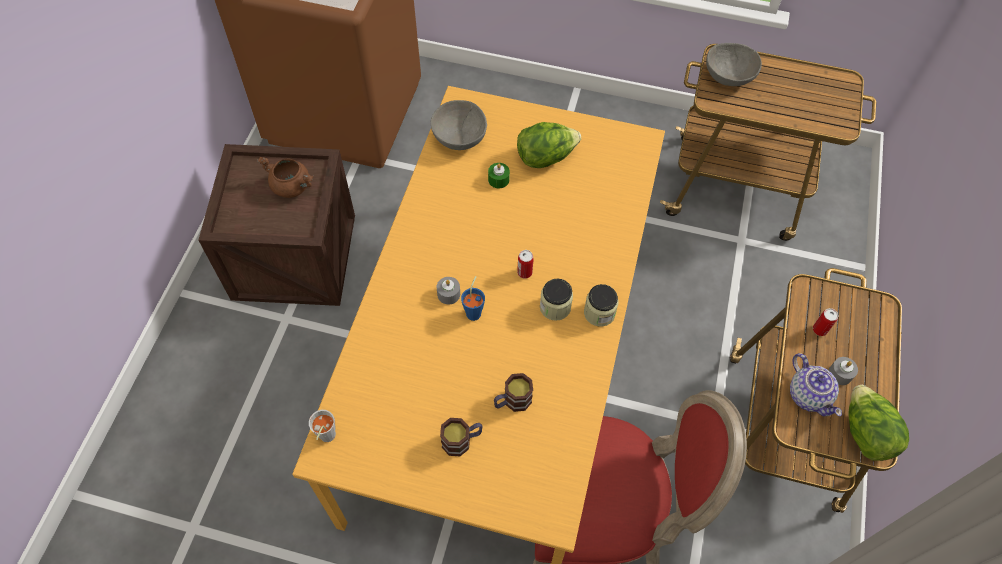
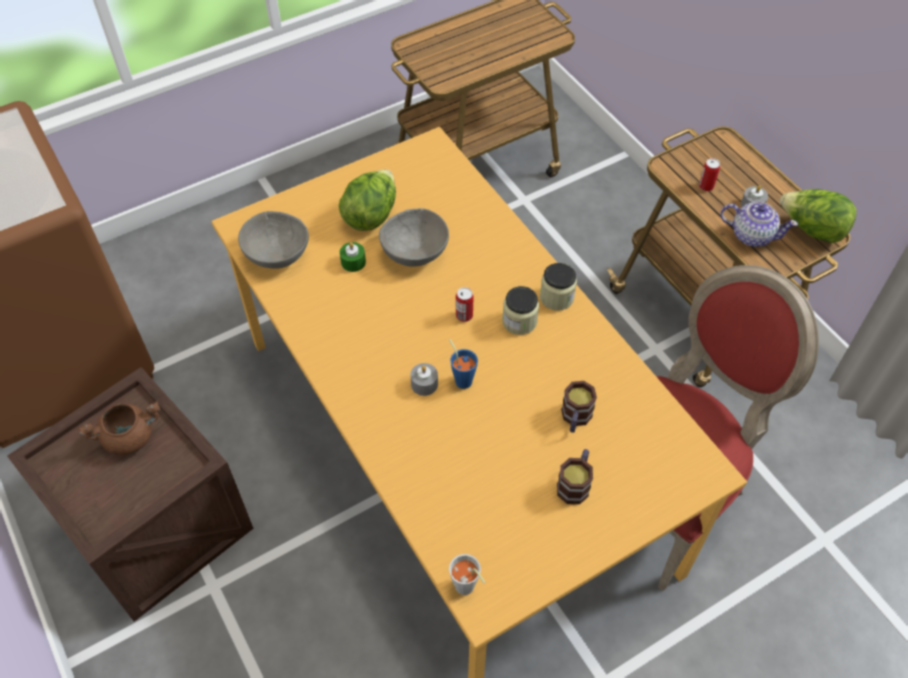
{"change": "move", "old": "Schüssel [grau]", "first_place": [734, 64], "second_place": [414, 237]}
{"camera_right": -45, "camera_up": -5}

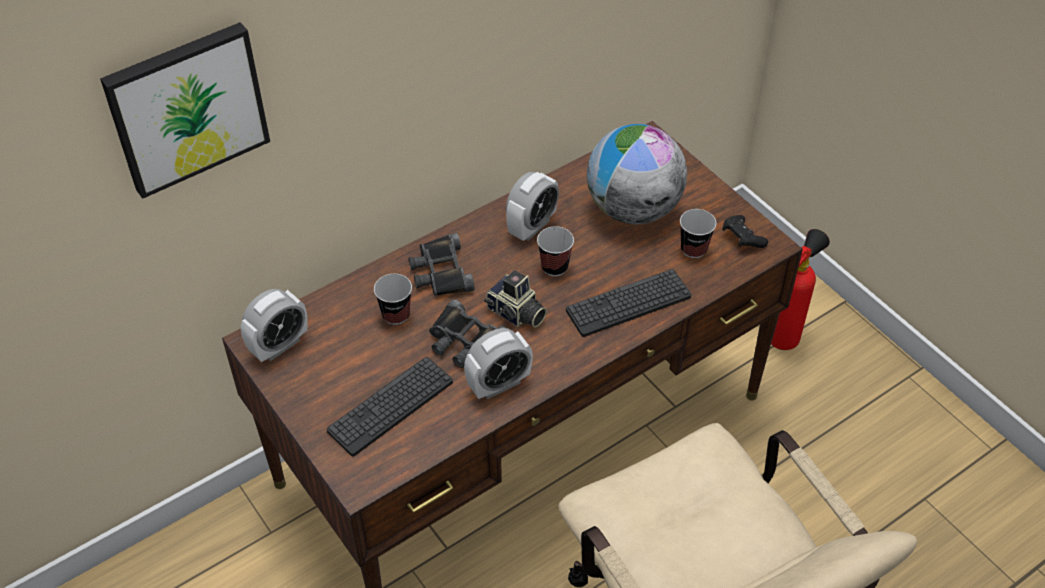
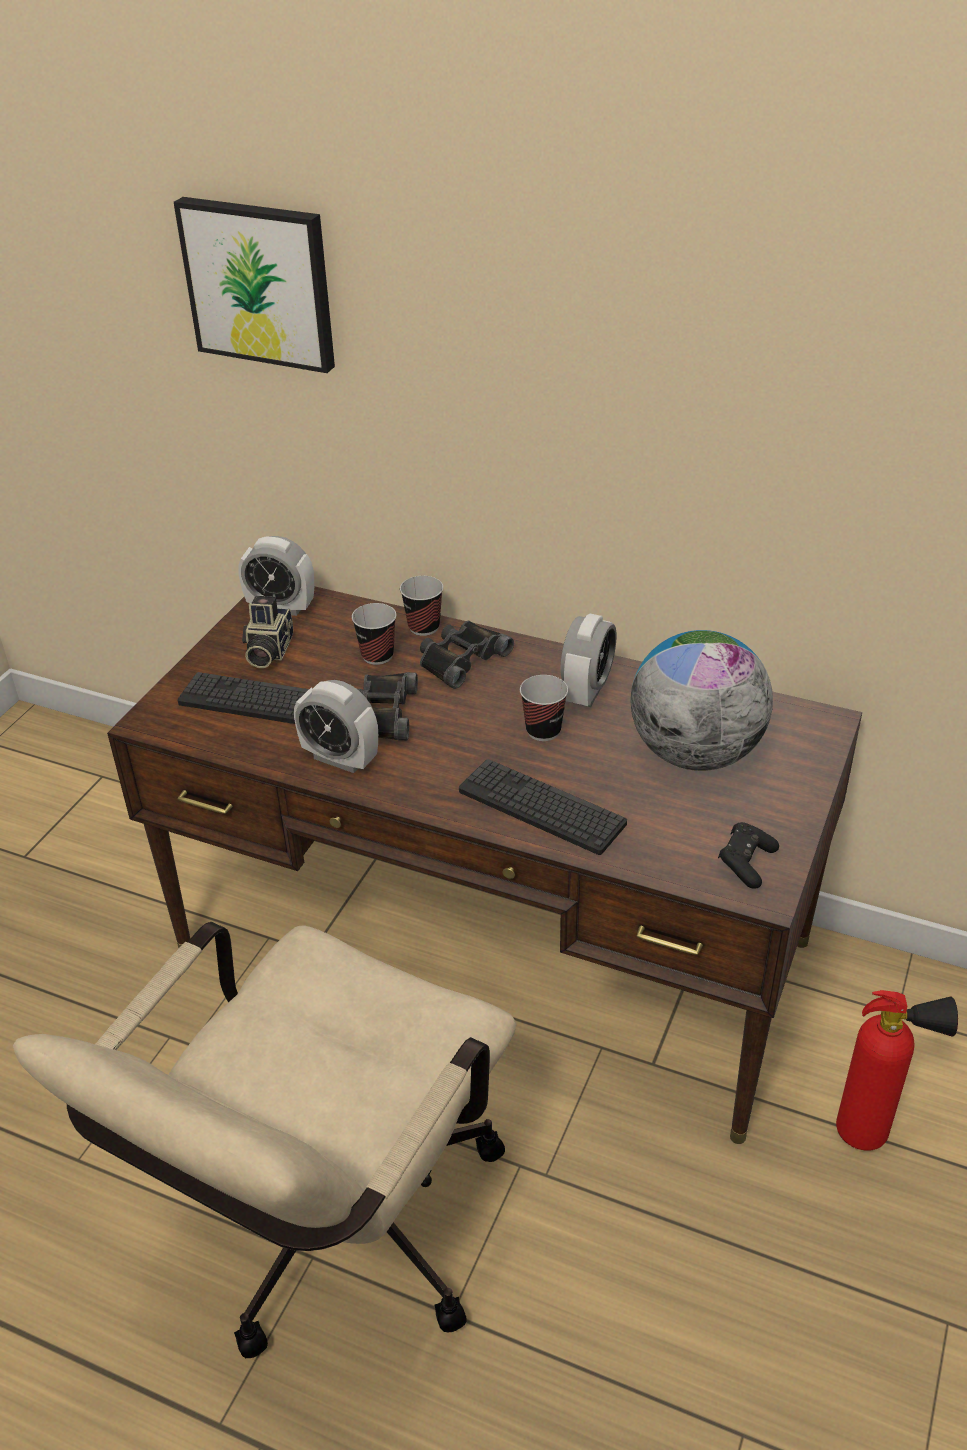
{"change": "move", "old": "Kamera", "first_place": [515, 299], "second_place": [267, 632]}
{"change": "move", "old": "Tasse", "first_place": [698, 233], "second_place": [421, 606]}
{"change": "rotate", "old": "Wecker", "first_place": [532, 206], "second_place": [588, 660], "degrees": -75}
{"camera_right": 60, "camera_up": -10}

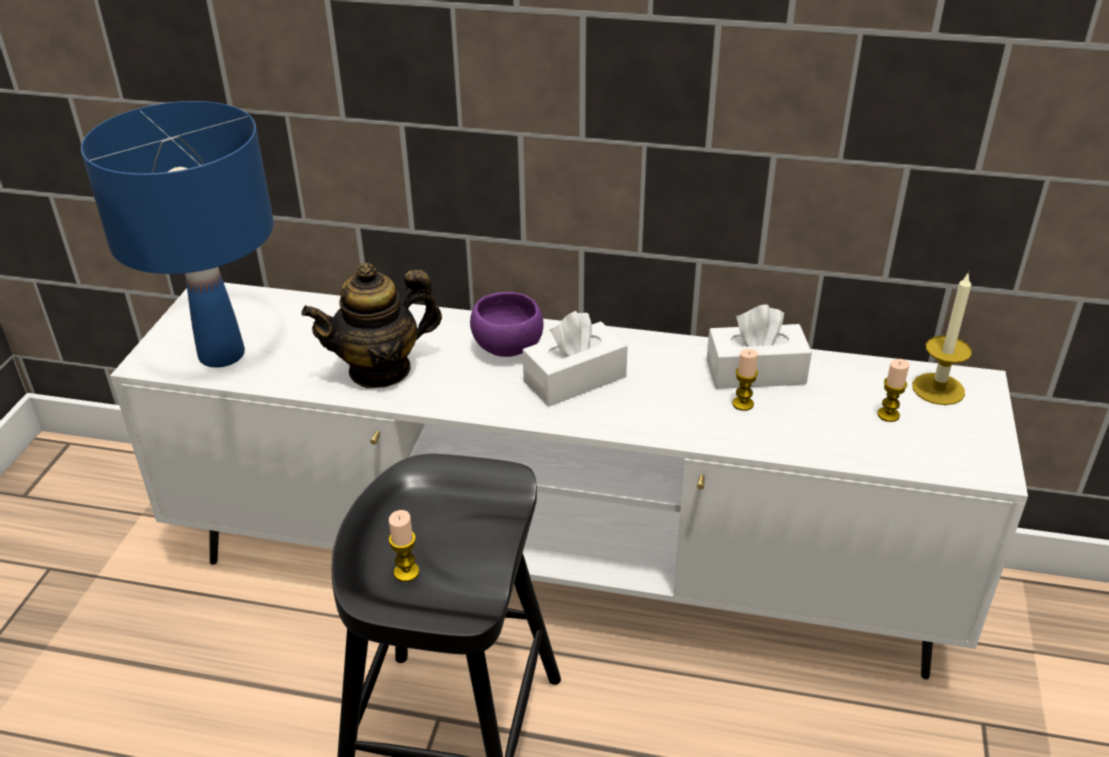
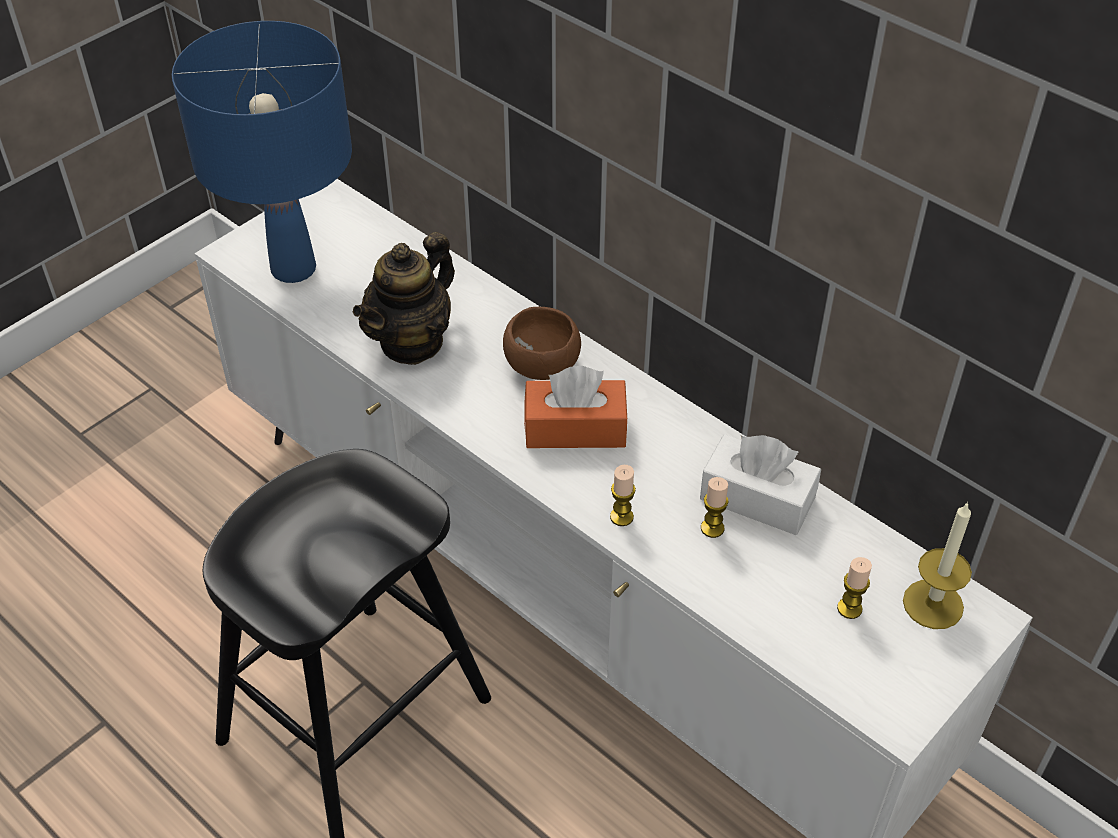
{"change": "rotate", "old": "Teekanne", "first_place": [371, 325], "second_place": [404, 298], "degrees": -60}
{"change": "recolor", "old": "Schüssel [lila]", "new": "Schüssel [braun]", "first_place": [506, 324], "second_place": [542, 343]}
{"change": "recolor", "old": "Taschentuchbox [weiß]", "new": "Taschentuchbox [orange]", "first_place": [575, 359], "second_place": [575, 407]}
{"change": "move", "old": "Kerze", "first_place": [404, 546], "second_place": [623, 495]}
{"camera_right": 30, "camera_up": 10}

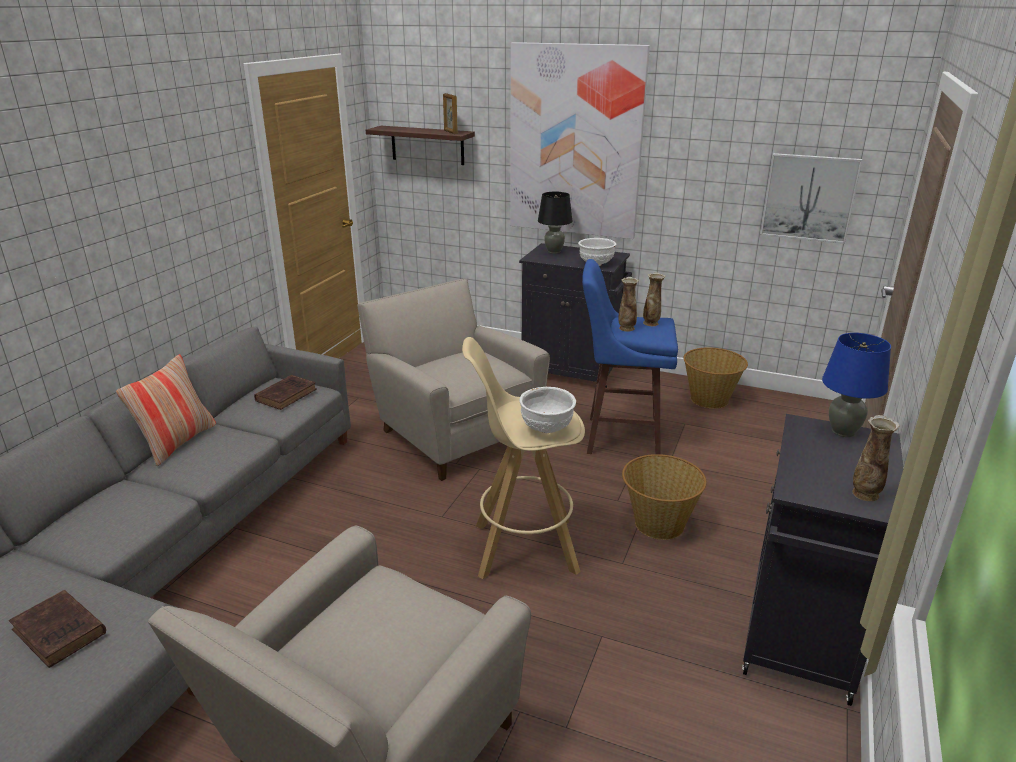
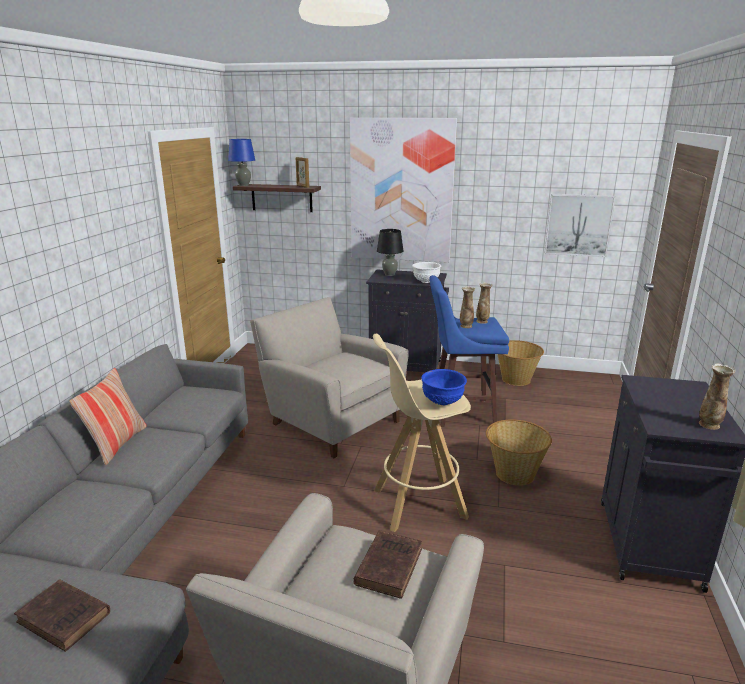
{"change": "move", "old": "Tischlampe [blau]", "first_place": [856, 385], "second_place": [241, 162]}
{"change": "move", "old": "Buch [braun]", "first_place": [285, 392], "second_place": [387, 564]}
{"change": "recolor", "old": "Schüssel [weiß]", "new": "Schüssel [blau]", "first_place": [547, 410], "second_place": [444, 387]}
{"camera_right": -10, "camera_up": -5}

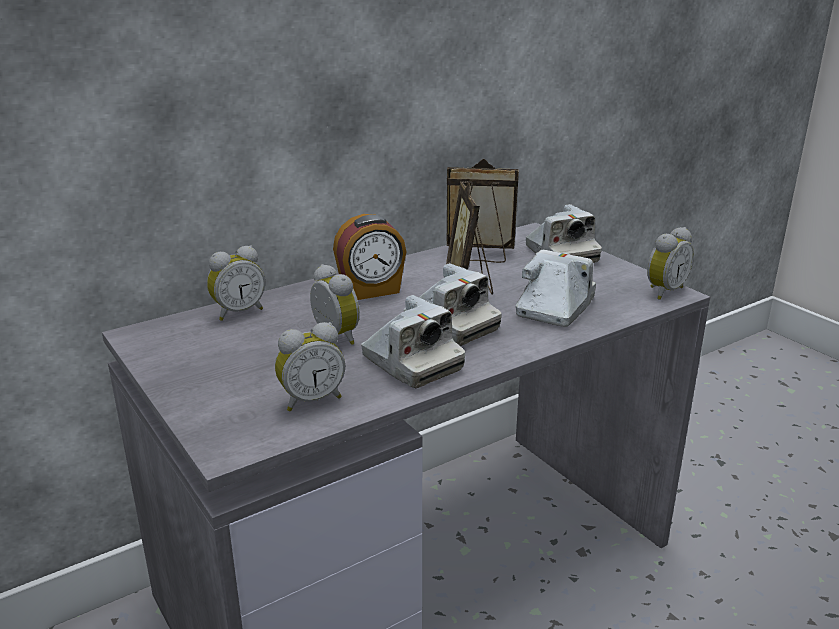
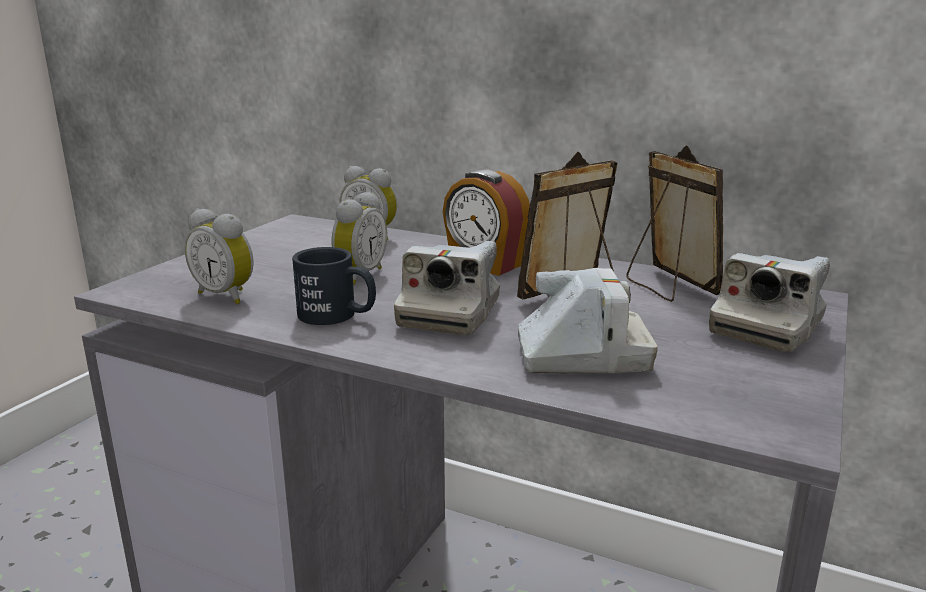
{"change": "replace", "old": "Kamera", "new": "Henkelbecher [schwarz]", "first_place": [413, 341], "second_place": [334, 286]}
{"change": "delete", "old": "Wecker", "first_place": [670, 263]}
{"camera_right": 60, "camera_up": -5}

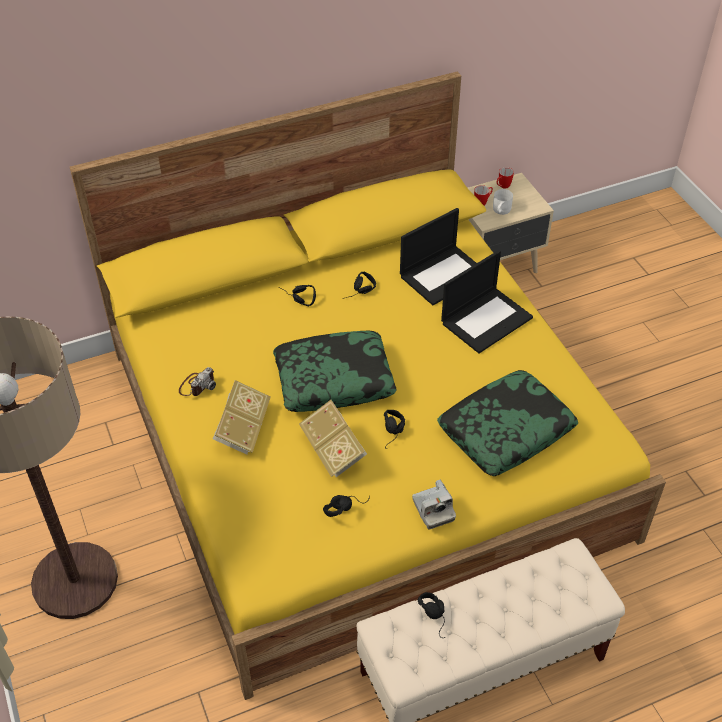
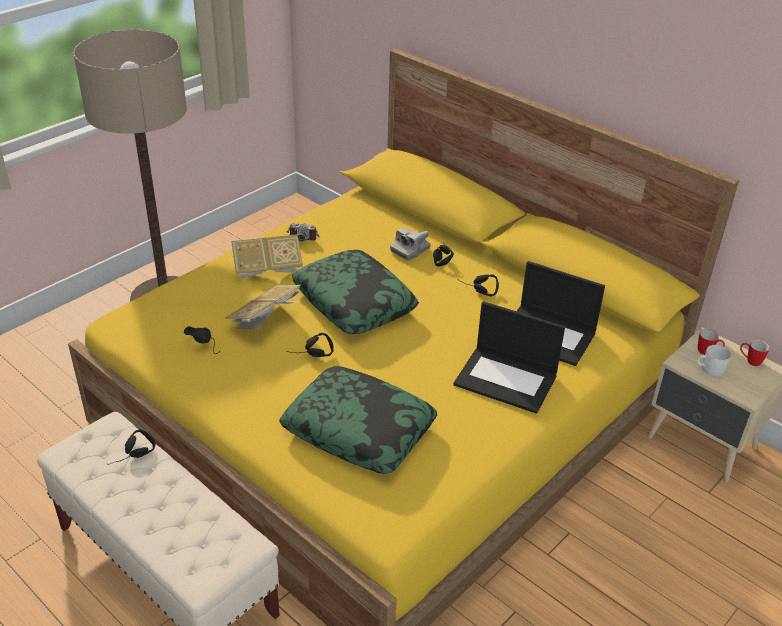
{"change": "move", "old": "Kamera", "first_place": [434, 505], "second_place": [410, 244]}
{"camera_right": 65, "camera_up": -10}

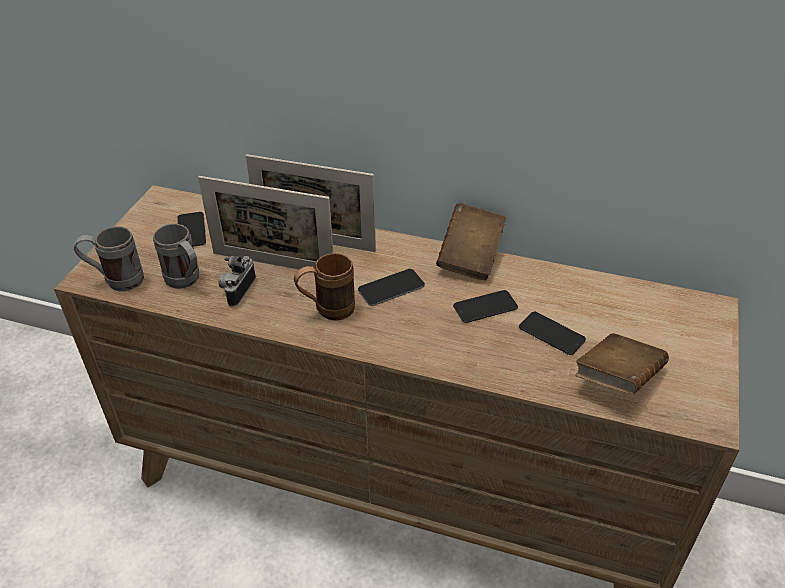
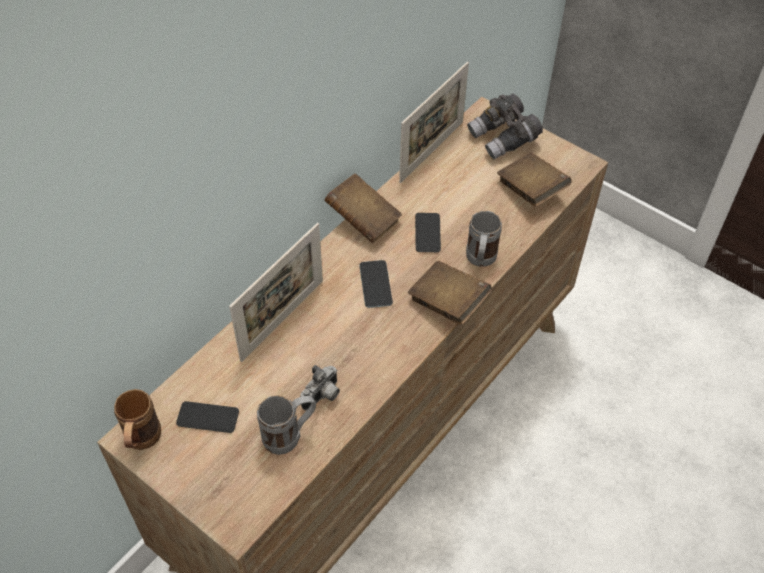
{"change": "move", "old": "Henkelbecher [braun]", "first_place": [324, 287], "second_place": [137, 419]}
{"change": "rotate", "old": "Kamera", "first_place": [237, 281], "second_place": [320, 388], "degrees": -90}
{"change": "move", "old": "Bilderrahmen", "first_place": [265, 222], "second_place": [434, 122]}
{"change": "insert", "new": "Buch [braun]", "second_place": [450, 293]}
{"change": "move", "old": "Henkelbecher [grau]", "first_place": [109, 259], "second_place": [484, 239]}
{"change": "insert", "new": "Fernglas [grau]", "second_place": [505, 127]}
{"change": "delete", "old": "Handy", "first_place": [552, 333]}
{"camera_right": -70, "camera_up": 10}

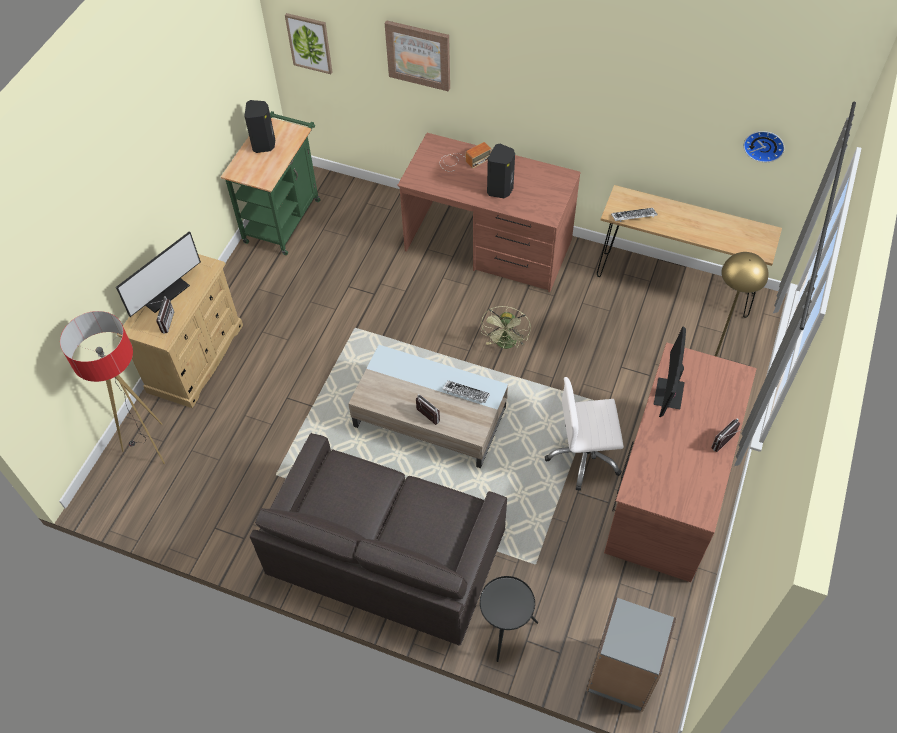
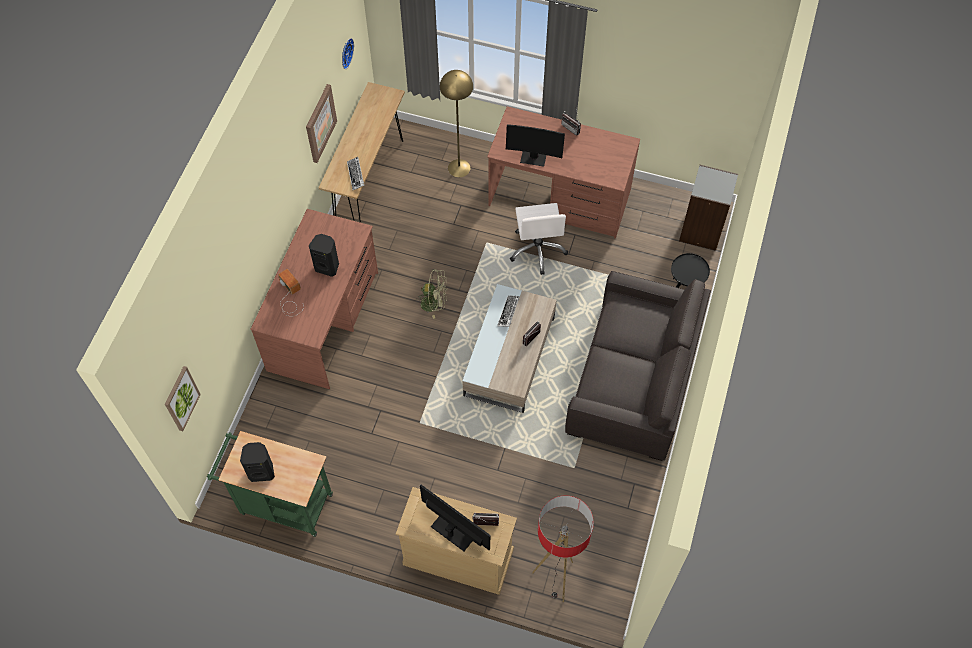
{"change": "move", "old": "Bild", "first_place": [417, 56], "second_place": [321, 123]}
{"camera_right": -95, "camera_up": 5}

